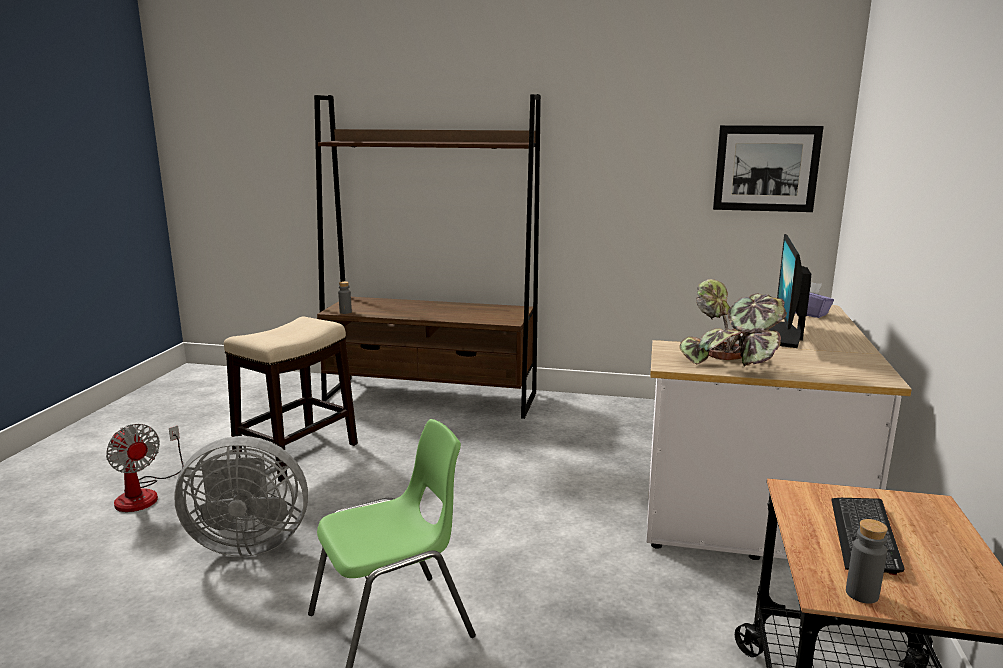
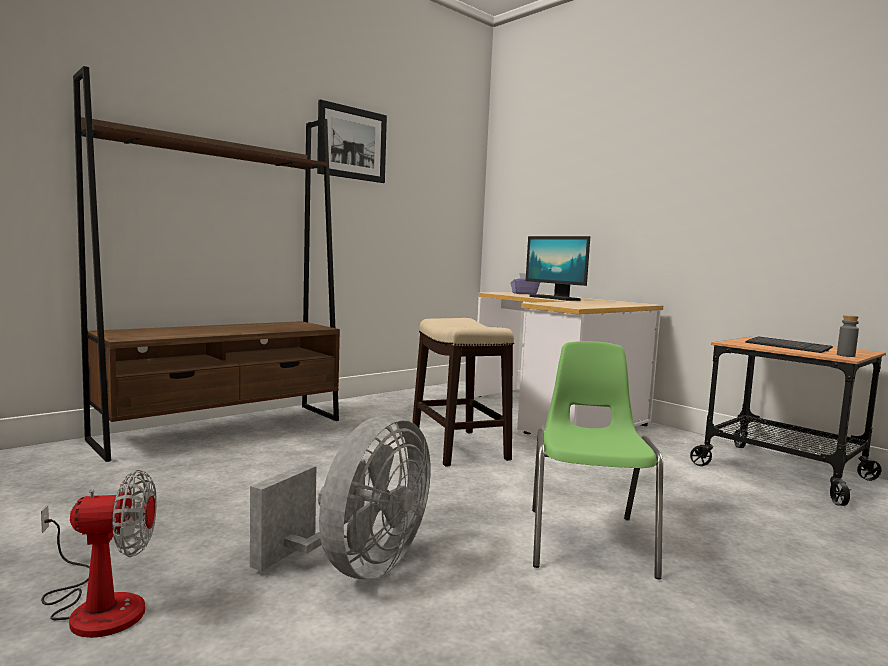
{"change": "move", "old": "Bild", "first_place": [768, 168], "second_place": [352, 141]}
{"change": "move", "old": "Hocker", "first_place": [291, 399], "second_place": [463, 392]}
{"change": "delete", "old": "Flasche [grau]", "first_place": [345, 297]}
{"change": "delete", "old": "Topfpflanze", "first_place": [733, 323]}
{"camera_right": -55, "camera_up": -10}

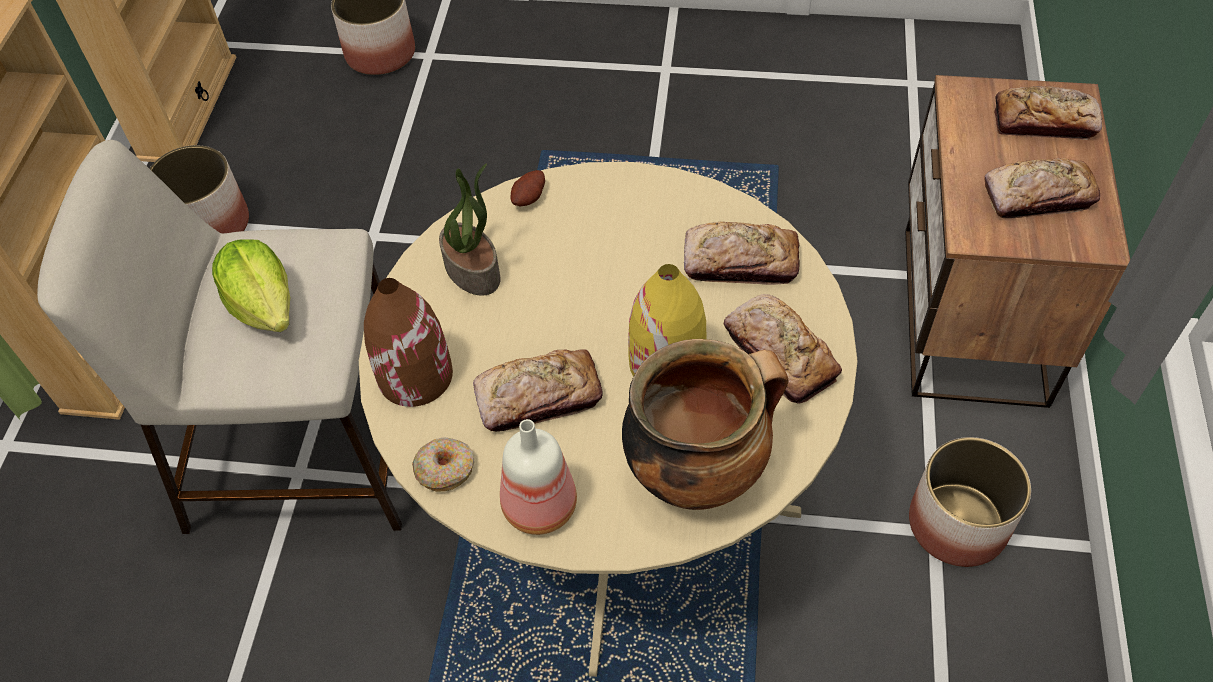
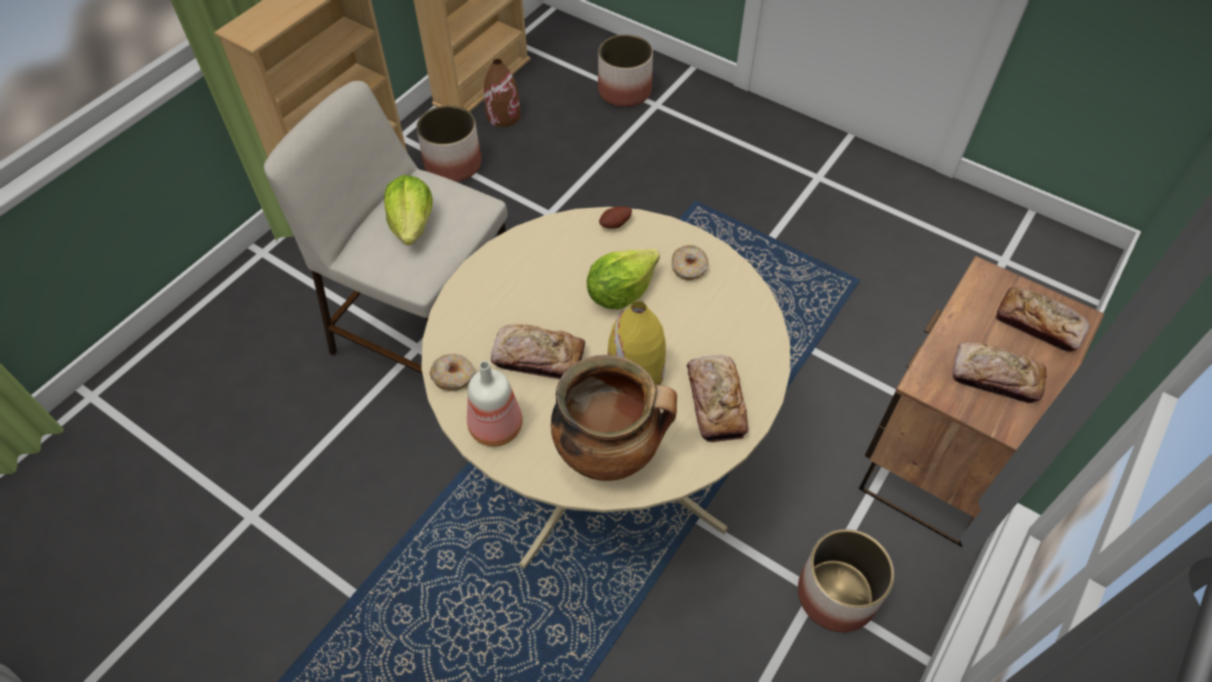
{"change": "move", "old": "Vase [braun]", "first_place": [408, 342], "second_place": [502, 93]}
{"change": "insert", "new": "Salatkopf", "second_place": [623, 279]}
{"change": "insert", "new": "Donut", "second_place": [690, 262]}
{"change": "delete", "old": "Topfpflanze", "first_place": [469, 229]}
{"change": "delete", "old": "Brot", "first_place": [741, 253]}
{"camera_right": 25, "camera_up": 0}

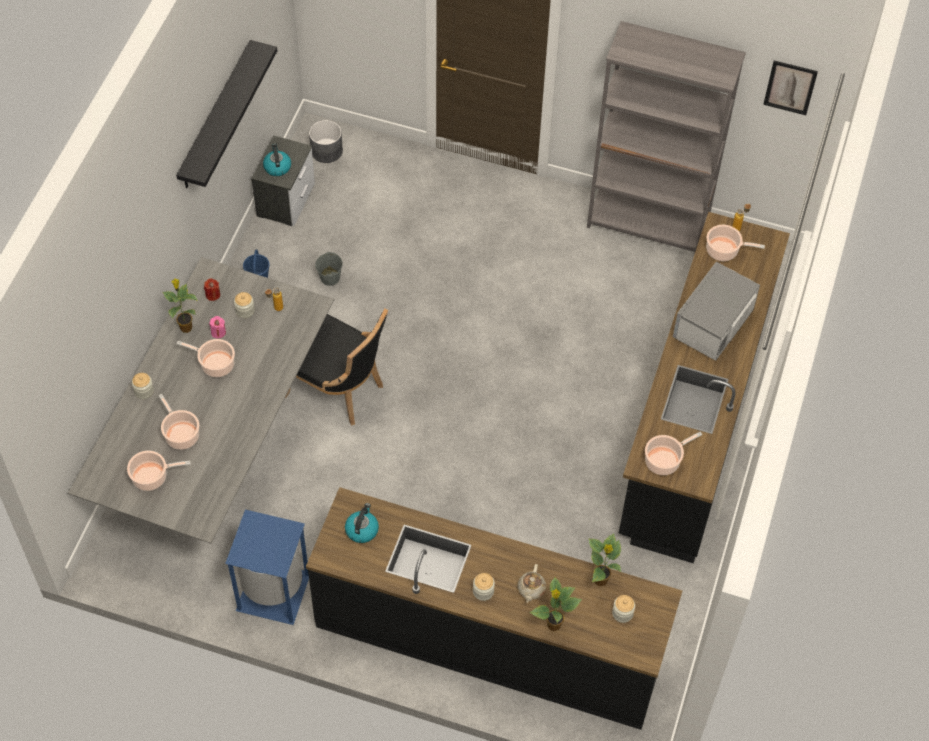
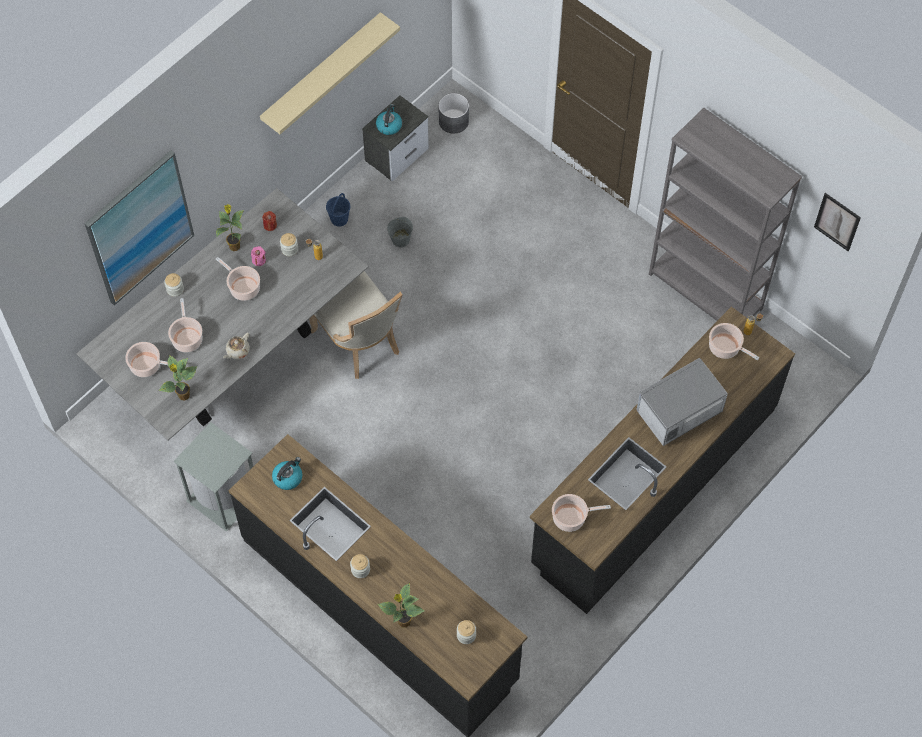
{"change": "insert", "new": "Bild", "second_place": [139, 228]}
{"change": "move", "old": "Topfpflanze", "first_place": [604, 560], "second_place": [177, 378]}
{"change": "recolor", "old": "Mülleimer [blau]", "new": "Mülleimer [grau]", "first_place": [267, 567], "second_place": [213, 477]}
{"change": "move", "old": "Teekanne [beige]", "first_place": [532, 583], "second_place": [236, 345]}
{"change": "recolor", "old": "Wandregal [schwarz]", "new": "Wandregal [beige]", "first_place": [226, 114], "second_place": [330, 73]}
{"change": "recolor", "old": "Stuhl [schwarz]", "new": "Stuhl [beige]", "first_place": [336, 367], "second_place": [356, 325]}
{"camera_right": 25, "camera_up": 5}

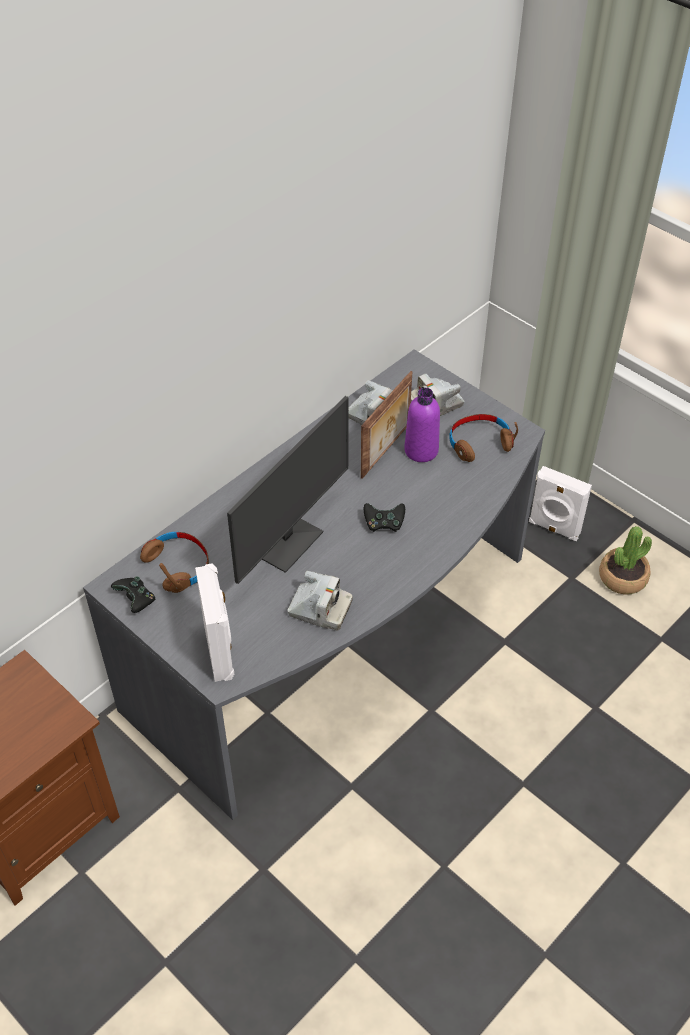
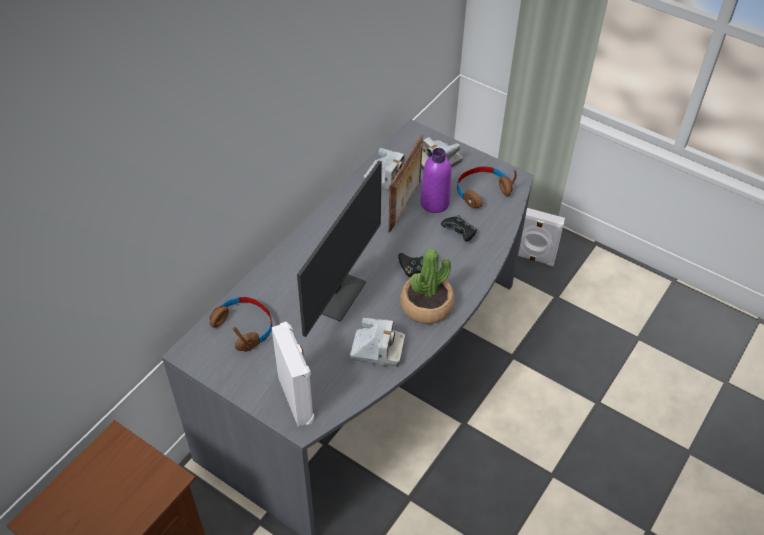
{"change": "move", "old": "Topfpflanze", "first_place": [625, 560], "second_place": [427, 286]}
{"change": "move", "old": "Gamepad [schwarz]", "first_place": [133, 594], "second_place": [459, 228]}
{"camera_right": -10, "camera_up": 0}

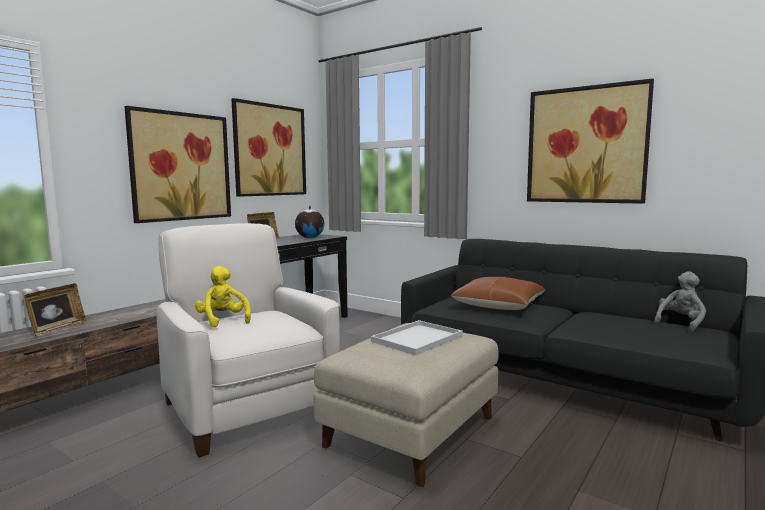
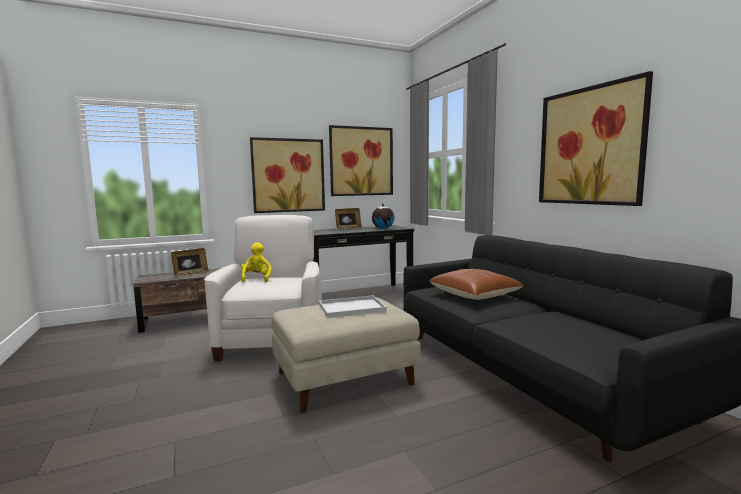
{"change": "delete", "old": "Plüschtier [grau]", "first_place": [680, 301]}
{"camera_right": 30, "camera_up": 0}

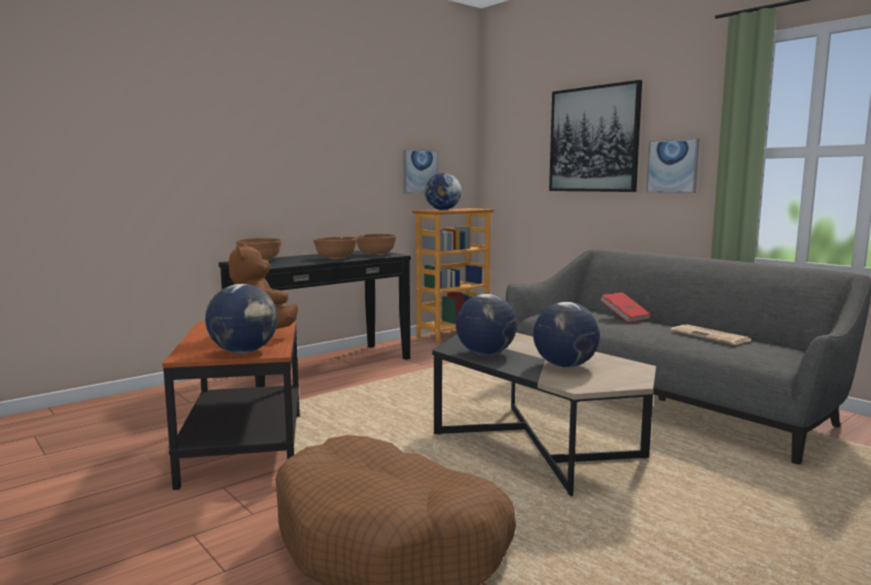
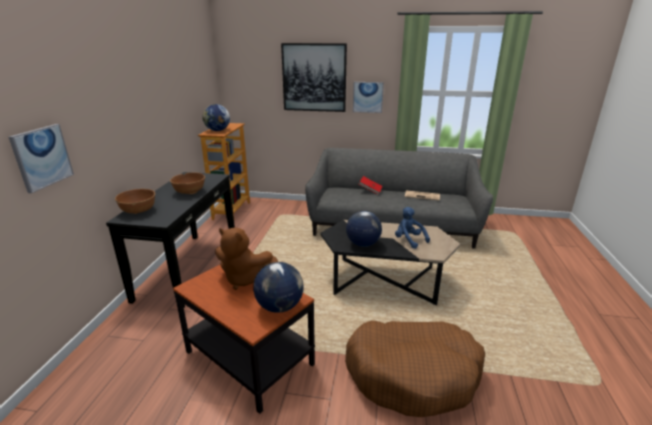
{"change": "move", "old": "Bild", "first_place": [420, 171], "second_place": [41, 158]}
{"change": "replace", "old": "Globus", "new": "Plüschtier [blau]", "first_place": [566, 334], "second_place": [412, 228]}
{"change": "delete", "old": "Schüssel [braun]", "first_place": [376, 244]}
{"camera_right": -40, "camera_up": 15}

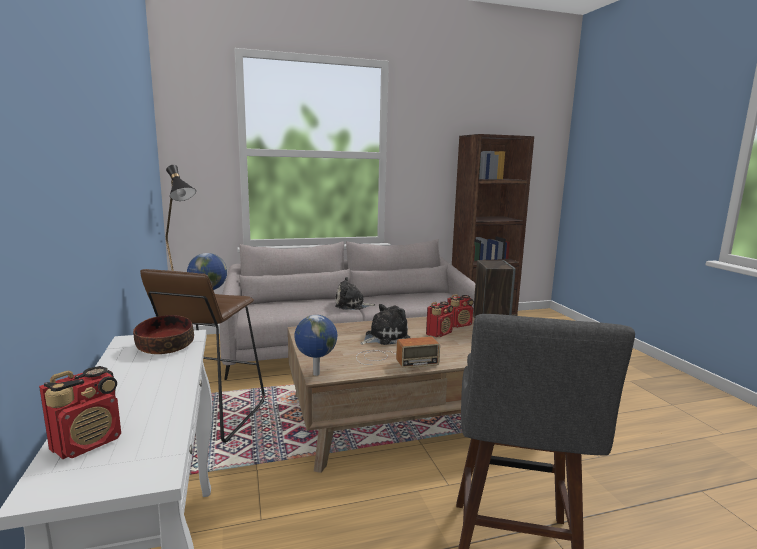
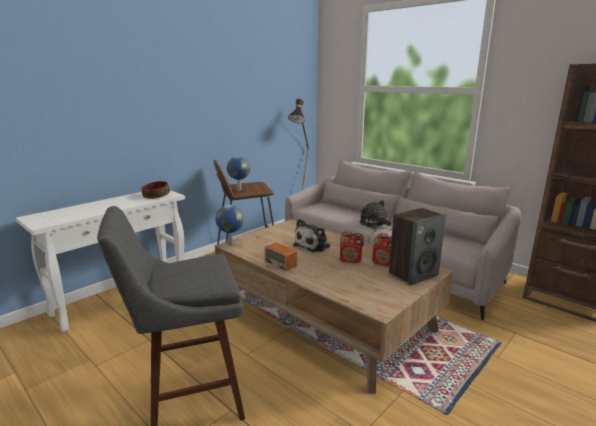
{"change": "rotate", "old": "Plüschtier", "first_place": [385, 324], "second_place": [312, 235], "degrees": 105}
{"change": "delete", "old": "Radio", "first_place": [80, 412]}
{"camera_right": 60, "camera_up": 5}

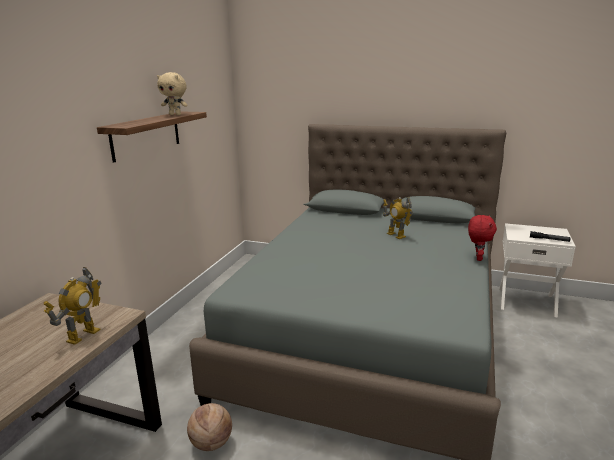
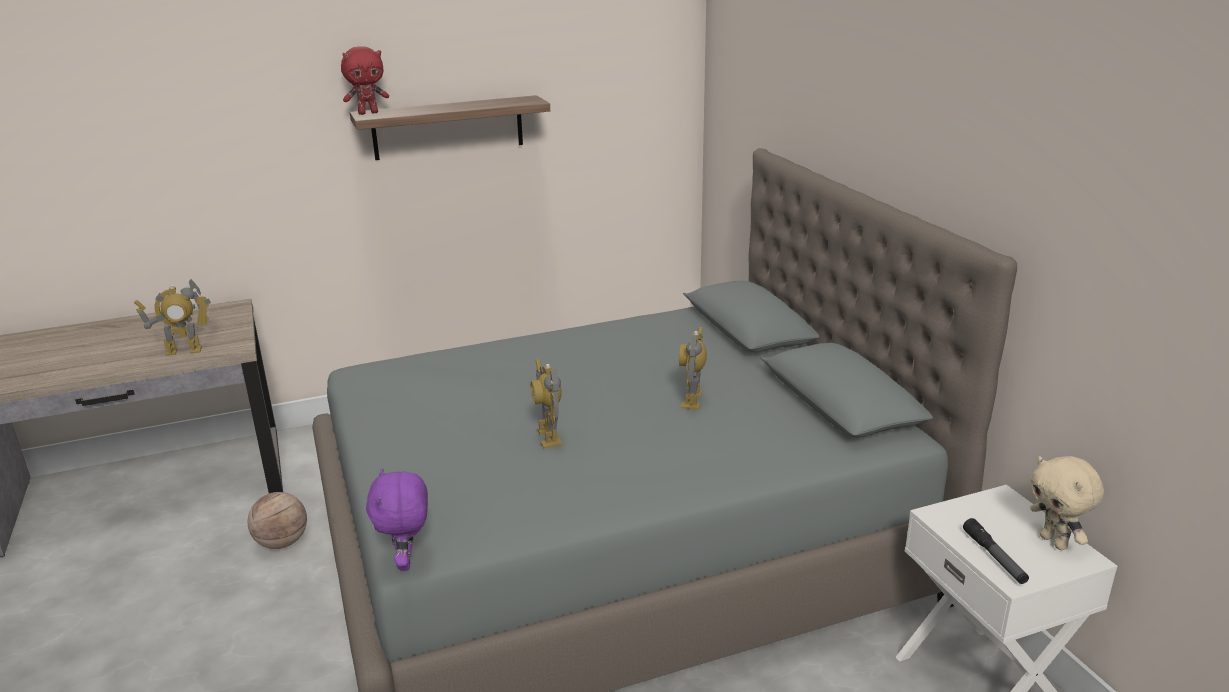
{"change": "move", "old": "Plüschtier [rot]", "first_place": [482, 238], "second_place": [365, 80]}
{"change": "insert", "new": "Plüschtier [lila]", "second_place": [397, 519]}
{"change": "insert", "new": "Spielzeugroboter", "second_place": [546, 404]}
{"change": "move", "old": "Plüschtier [beige]", "first_place": [172, 93], "second_place": [1067, 503]}
{"camera_right": 50, "camera_up": 5}

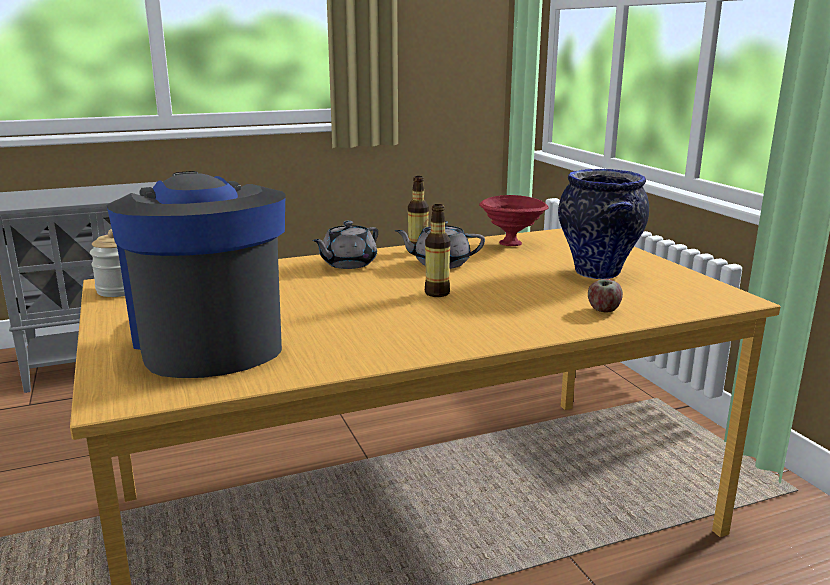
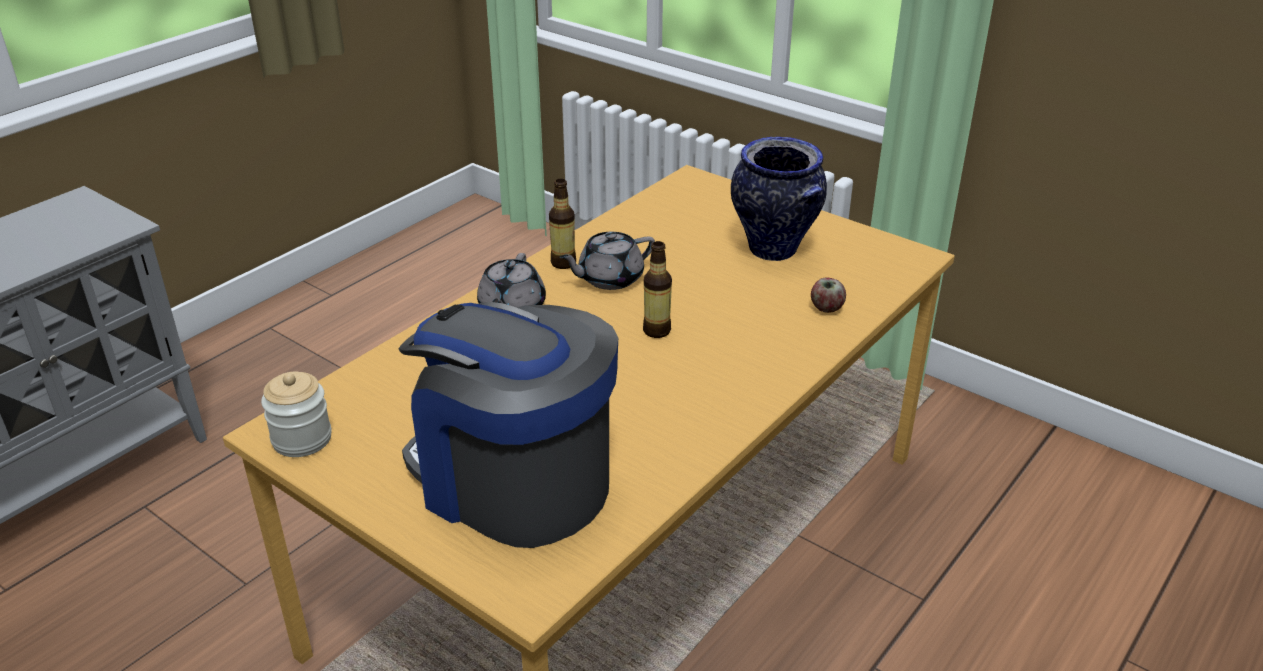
{"change": "delete", "old": "Schüssel [rot]", "first_place": [514, 220]}
{"camera_right": -30, "camera_up": 15}

